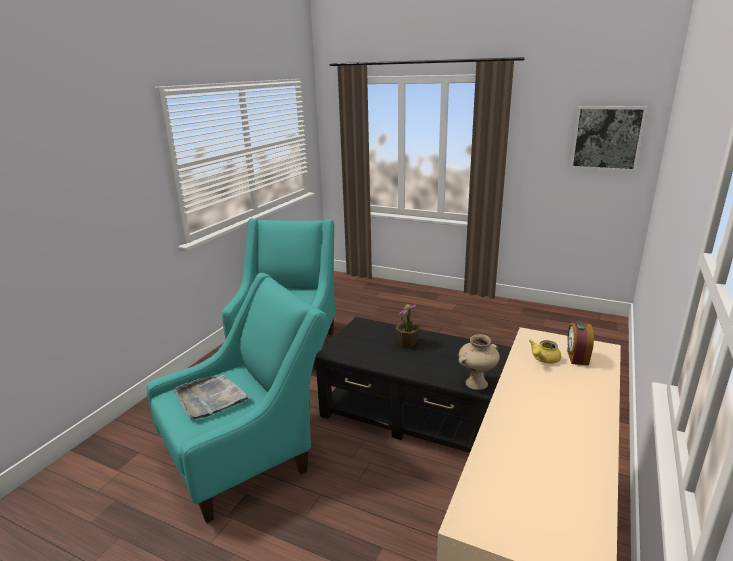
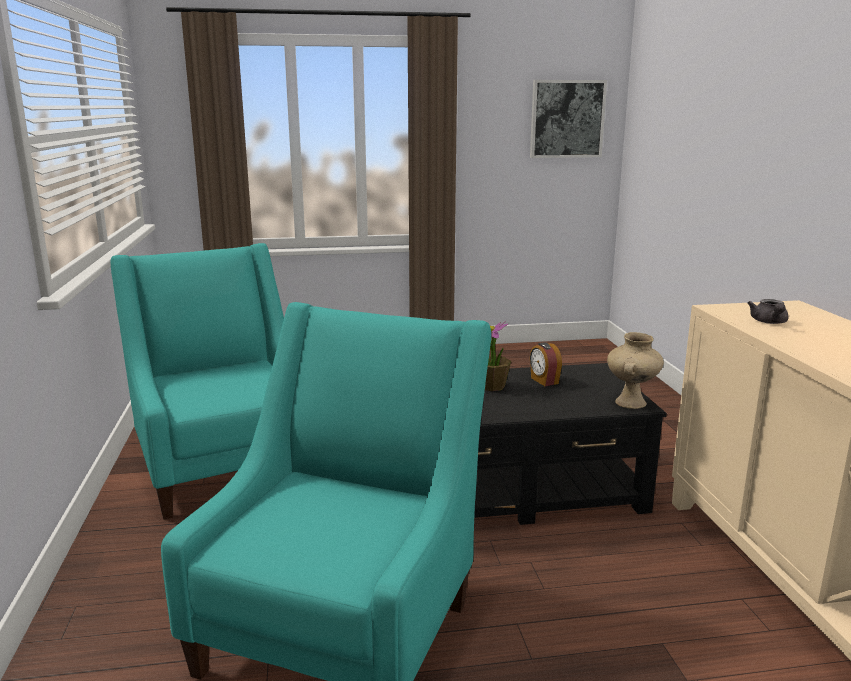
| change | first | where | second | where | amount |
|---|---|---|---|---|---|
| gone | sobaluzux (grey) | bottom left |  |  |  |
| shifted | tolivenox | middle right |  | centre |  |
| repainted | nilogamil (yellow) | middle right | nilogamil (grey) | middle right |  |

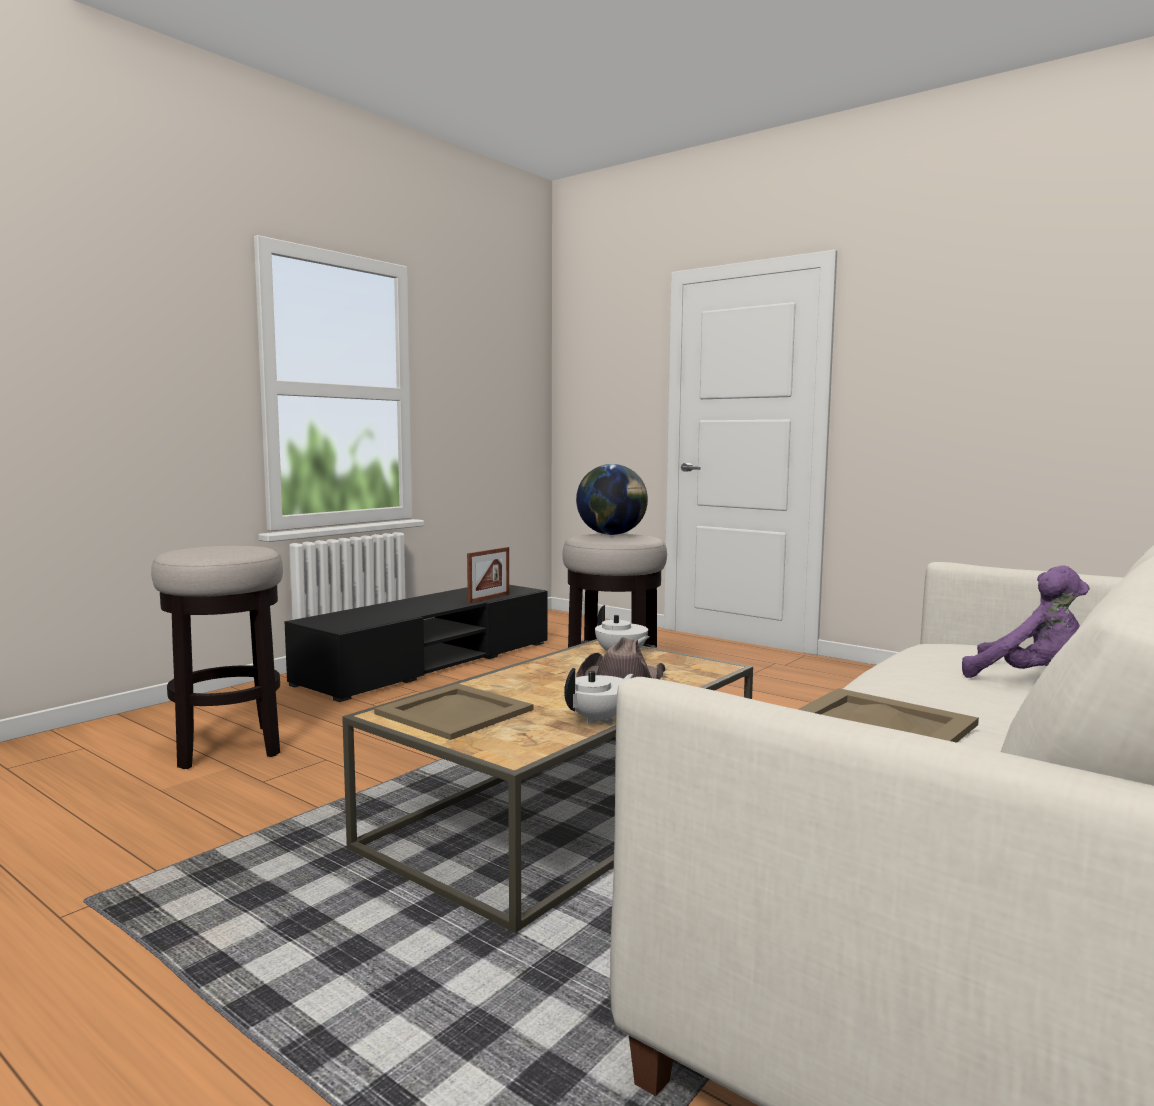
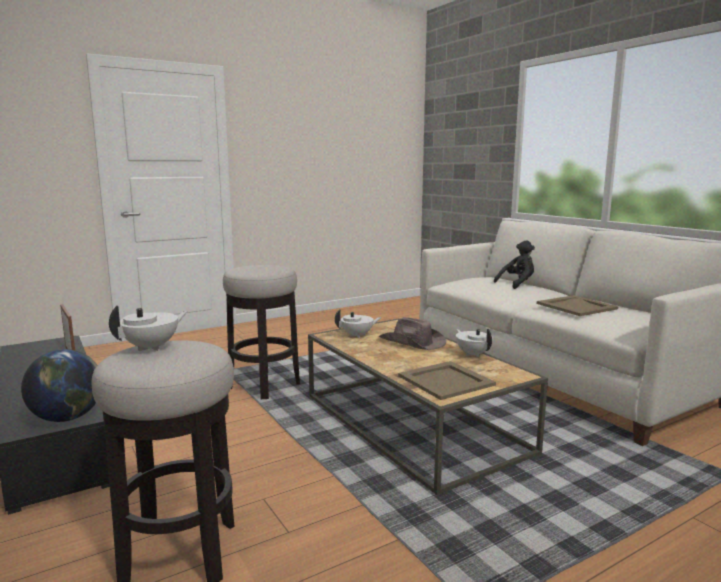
| change | first | where | second | where | amount |
|---|---|---|---|---|---|
| new |  |  | nilogamil (white) (no. 1 from left) | middle left |  |
| shifted | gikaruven | centre |  | middle left |  |
| repainted | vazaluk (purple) | middle right | vazaluk (black) | middle right |  |

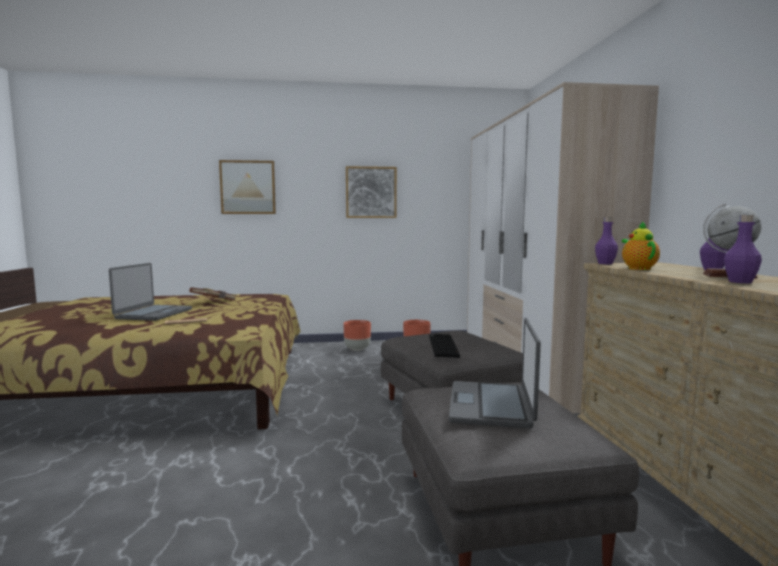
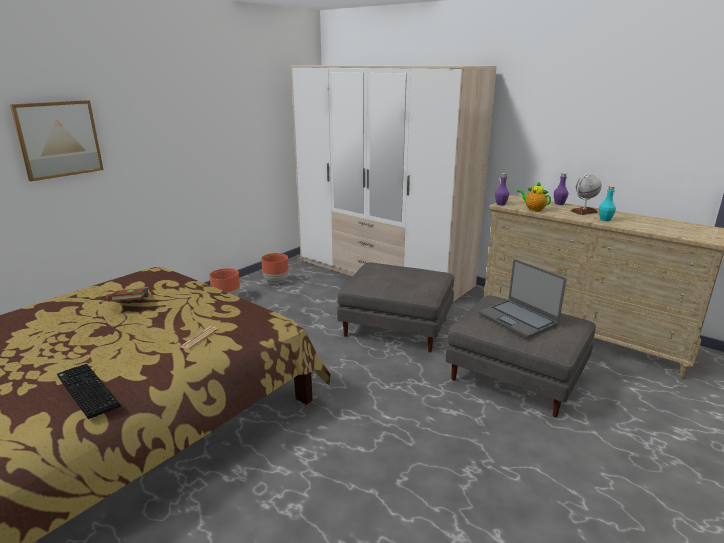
| change | first | where | second | where | amount |
|---|---|---|---|---|---|
| gone | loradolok (no. 1 from left) | middle left |  |  |  |
| gone | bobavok (no. 2 from left) | centre |  |  |  |
| shifted | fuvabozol | centre |  | bottom left |  |
| repainted | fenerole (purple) (no. 3 from left) | middle right | fenerole (turquoise) | middle right |  |

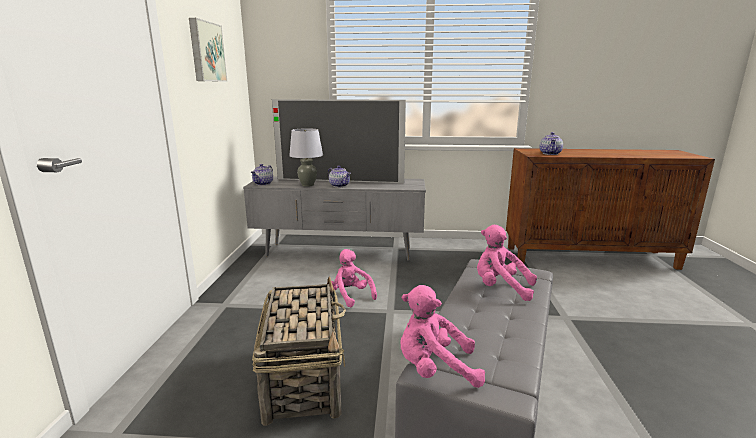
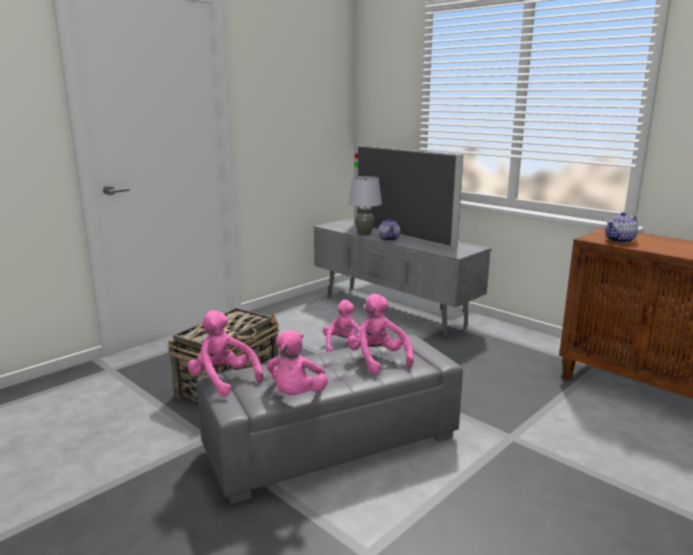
| change | first | where | second | where | amount |
|---|---|---|---|---|---|
| gone | bobavok | top left |  |  |  |
| gone | nilogamil (no. 1 from left) | centre |  |  |  |
| new |  |  | vazaluk (pink) (no. 2 from left) | centre |  |

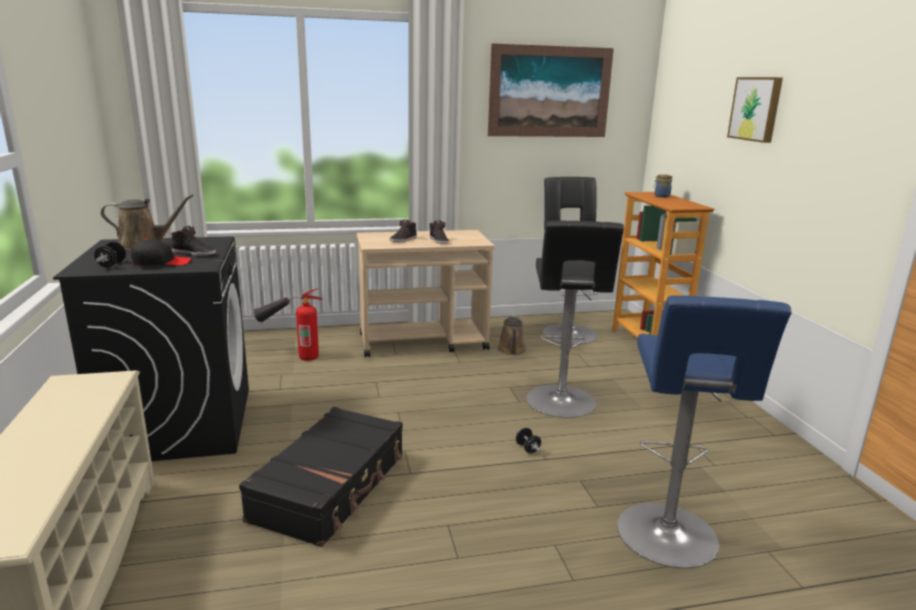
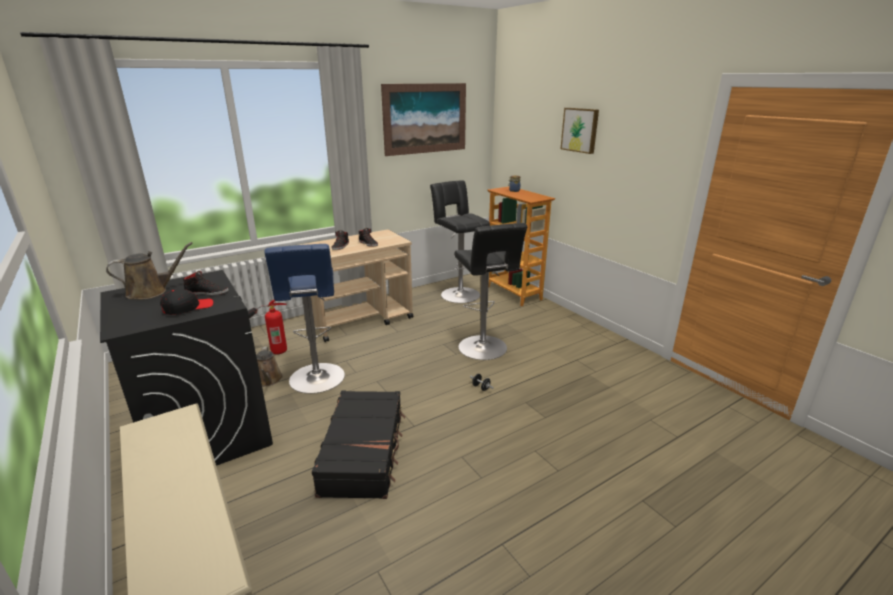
| change | first | where | second | where | amount |
|---|---|---|---|---|---|
| gone | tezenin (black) (no. 1 from left) | middle left |  |  |  |
| shifted | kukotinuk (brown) (no. 2 from left) | centre |  | middle left |  |
| shifted | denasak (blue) | bottom right |  | centre |  |

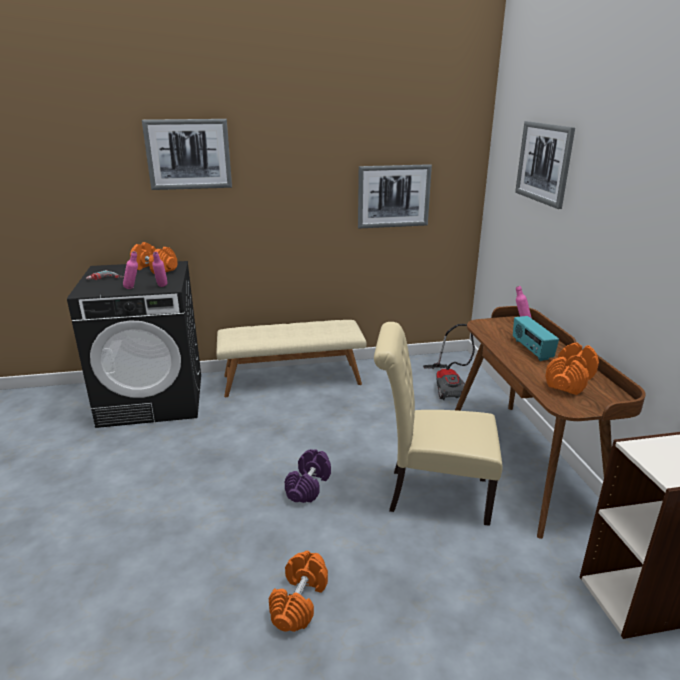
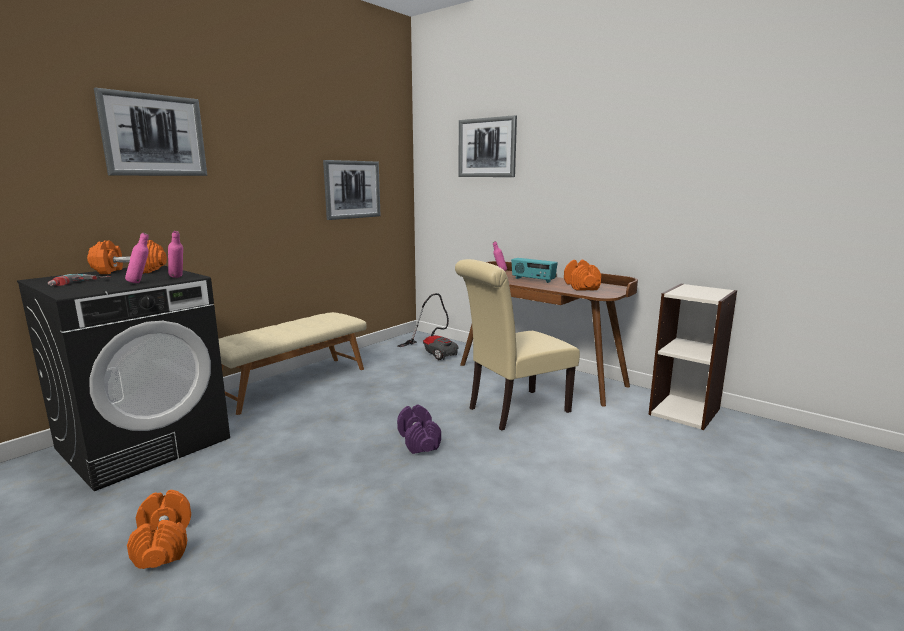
| change | first | where | second | where | amount |
|---|---|---|---|---|---|
| shifted | tezenin (orange) (no. 2 from left) | bottom centre |  | bottom left |  |

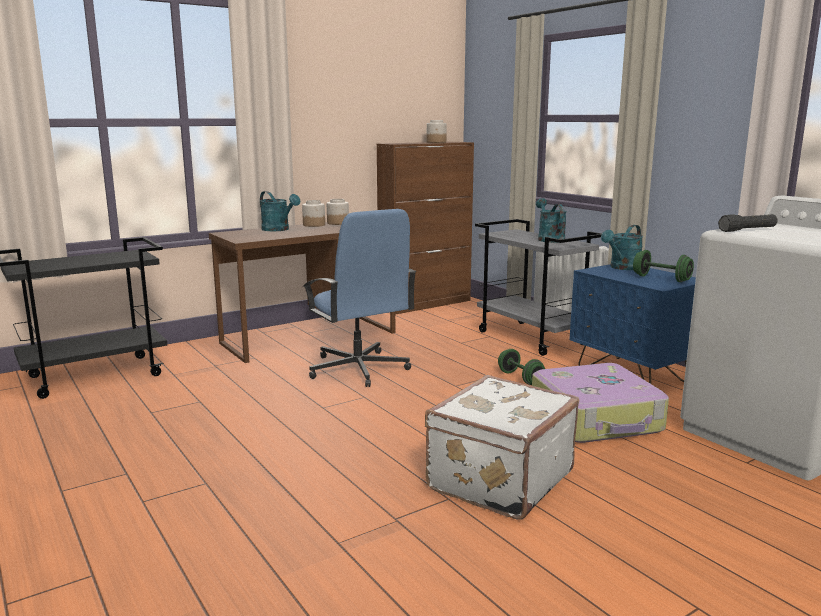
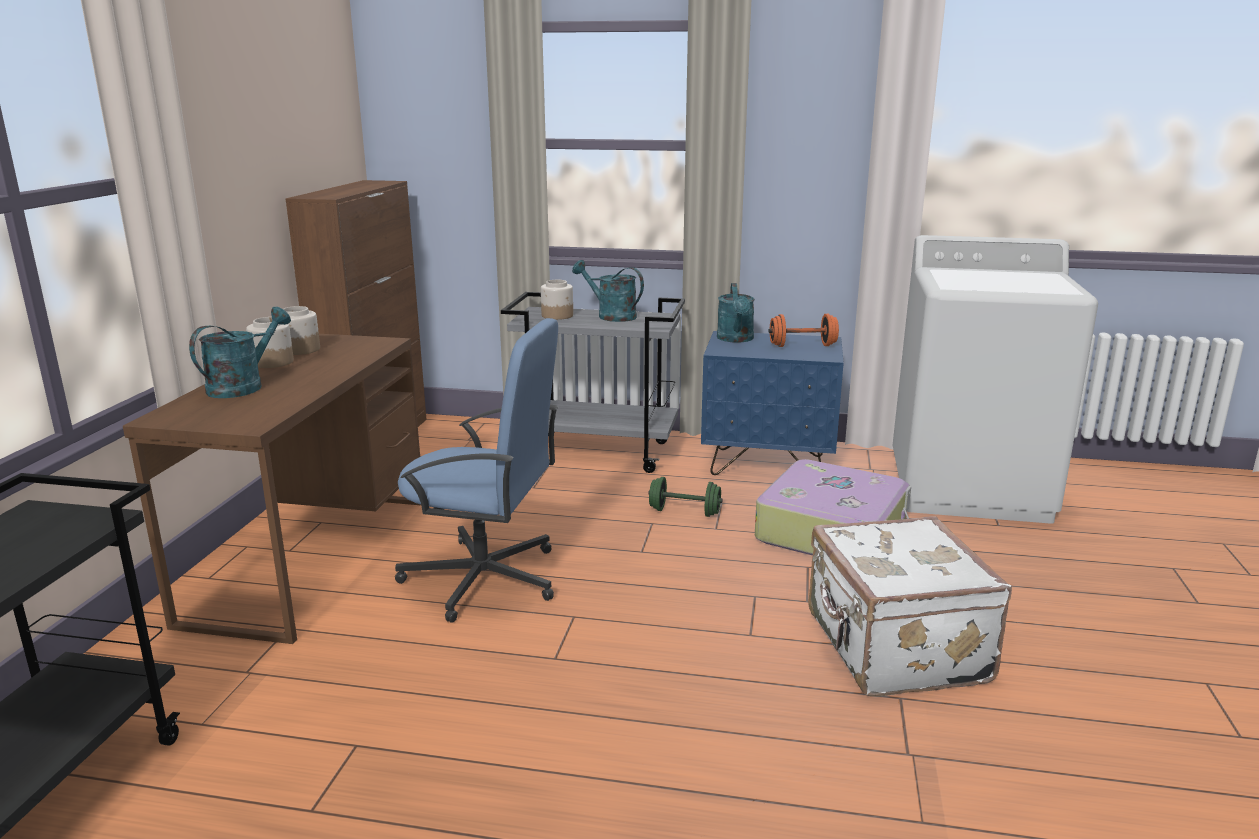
| change | first | where | second | where | amount |
|---|---|---|---|---|---|
| gone | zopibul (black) | middle right |  |  |  |
| shifted | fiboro (no. 3 from left) | top centre |  | centre |  |
| repainted | tezenin (green) (no. 2 from left) | middle right | tezenin (orange) | centre |  |
| rotated | kukotinuk (turquoise) (no. 1 from left) | centre |  | middle left | 60 degrees counterclockwise |

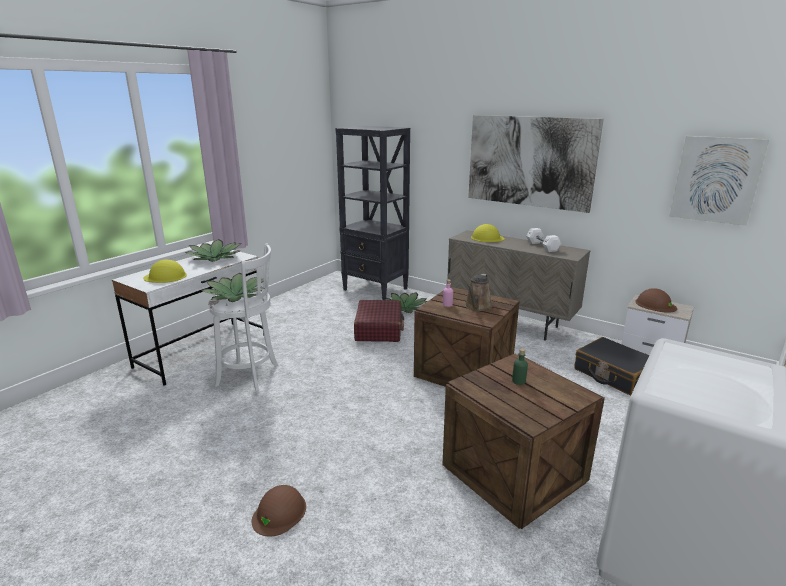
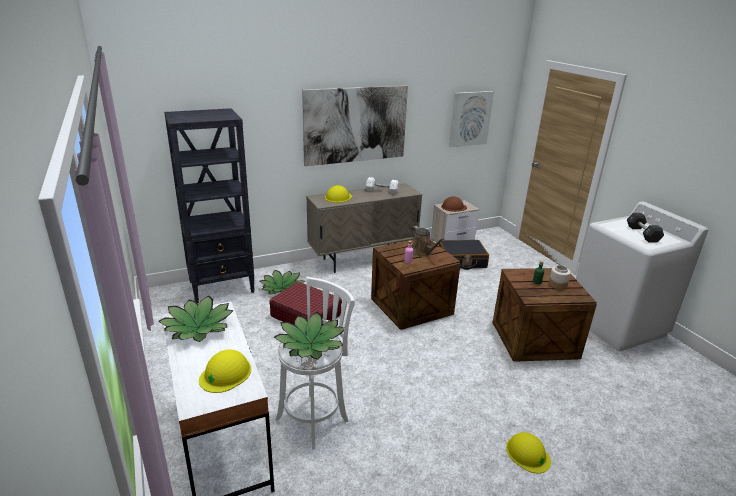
| change | first | where | second | where | amount |
|---|---|---|---|---|---|
| new |  |  | fiboro | middle right |  |
| new |  |  | tezenin (black) | middle right |  |
| repainted | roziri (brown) (no. 1 from left) | bottom centre | roziri (yellow) (no. 3 from left) | bottom right |  |

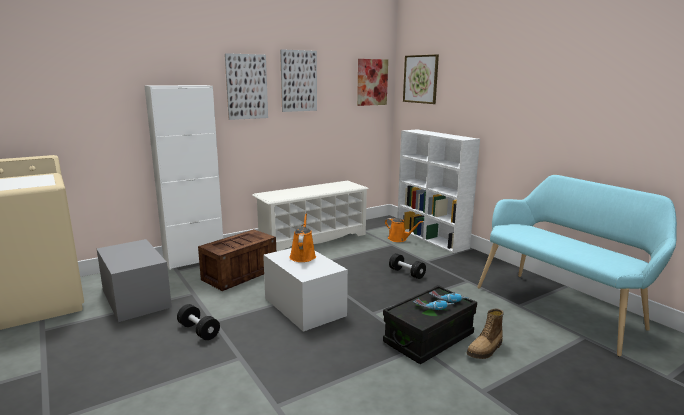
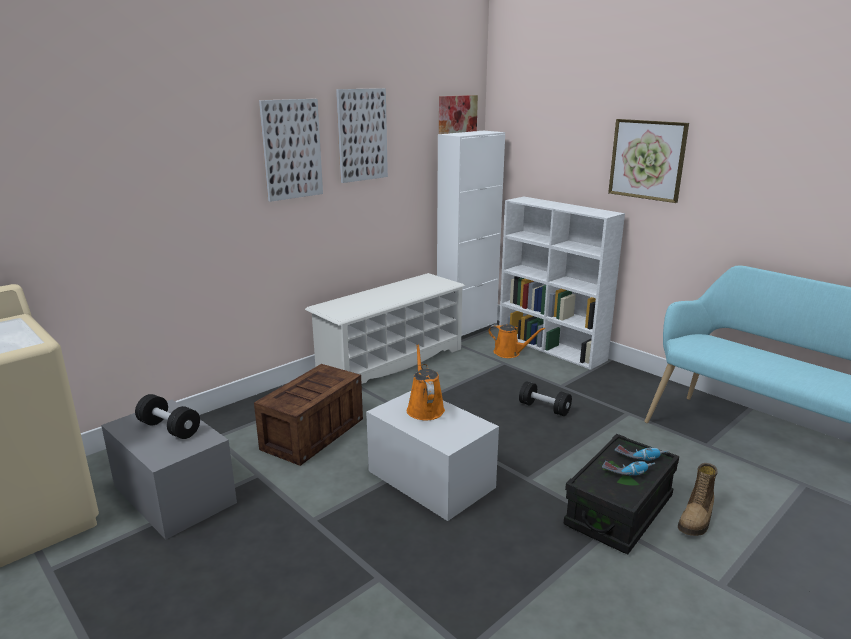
| change | first | where | second | where | amount |
|---|---|---|---|---|---|
| shifted | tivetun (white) | middle left |  | centre |  |
| shifted | tezenin (black) (no. 1 from left) | bottom left |  | middle left |  |
| shifted | bobavok (no. 4 from left) | top centre |  | top right |  |

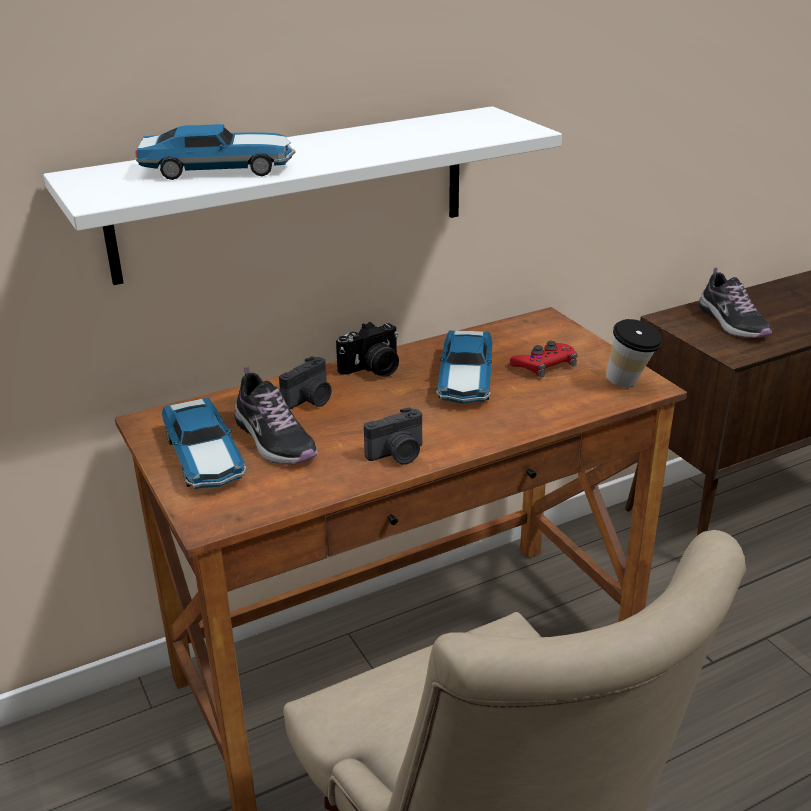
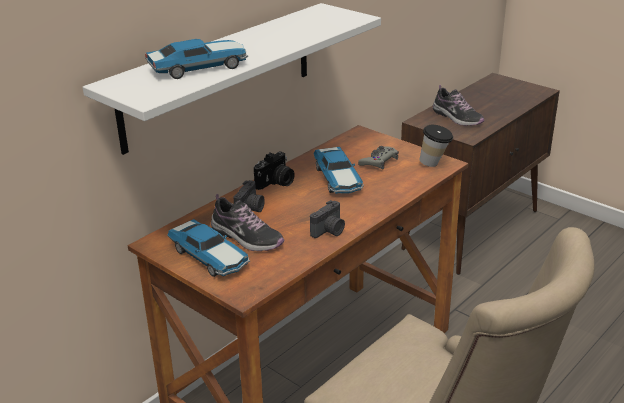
| change | first | where | second | where | amount |
|---|---|---|---|---|---|
| repainted | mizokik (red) | middle right | mizokik (grey) | centre |  |

